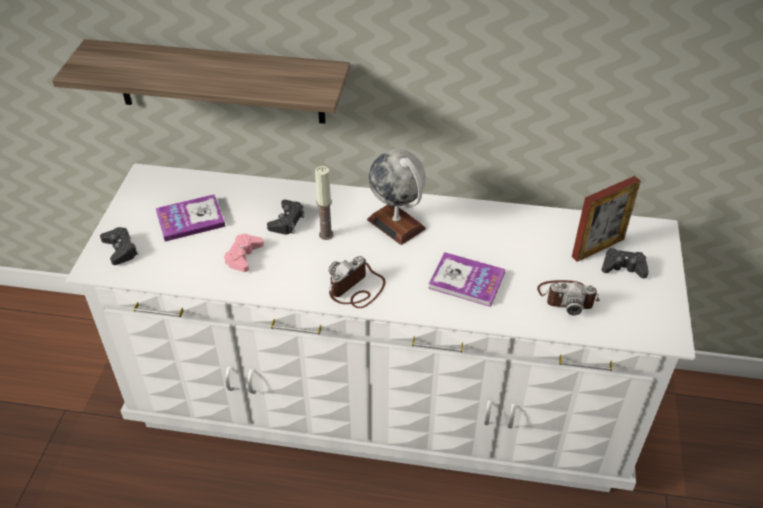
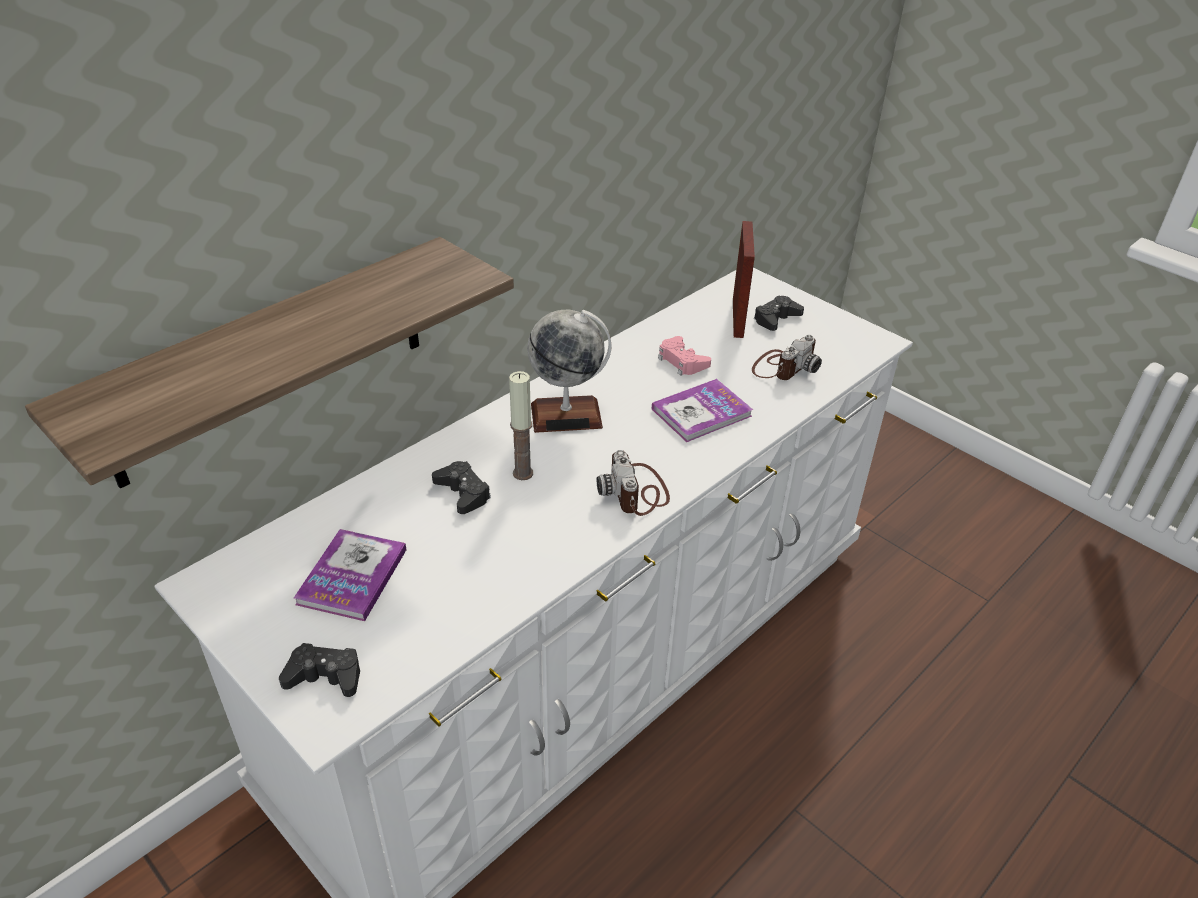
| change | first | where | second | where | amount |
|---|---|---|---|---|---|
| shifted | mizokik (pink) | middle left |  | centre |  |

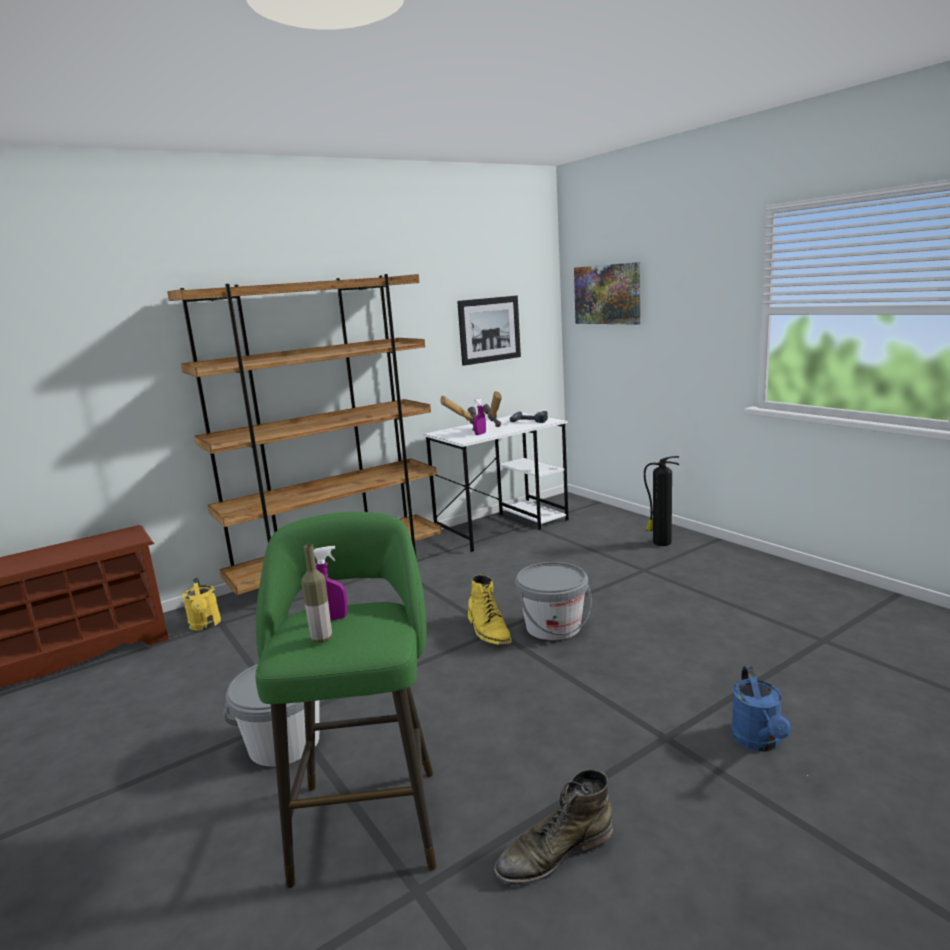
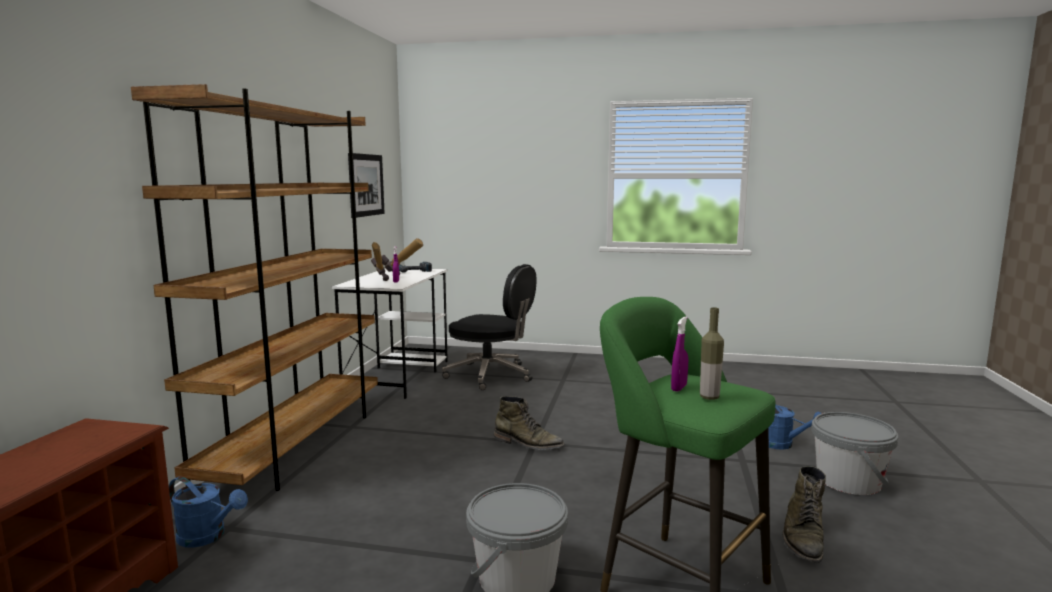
| change | first | where | second | where | amount |
|---|---|---|---|---|---|
| gone | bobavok (no. 2 from left) | top centre |  |  |  |
| gone | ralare | middle right |  |  |  |
| new |  |  | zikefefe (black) | centre |  |
| shifted | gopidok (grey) (no. 2 from left) | centre |  | bottom right |  |
| repainted | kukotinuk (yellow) | middle left | kukotinuk (blue) (no. 1 from left) | bottom left |  |
| repainted | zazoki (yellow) | centre | zazoki (green) (no. 1 from left) | bottom centre |  |

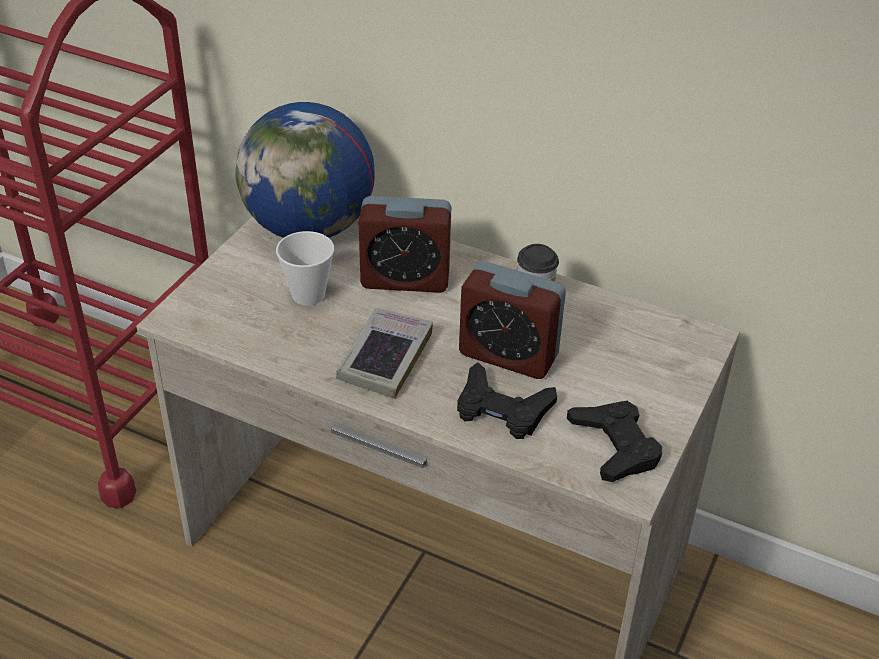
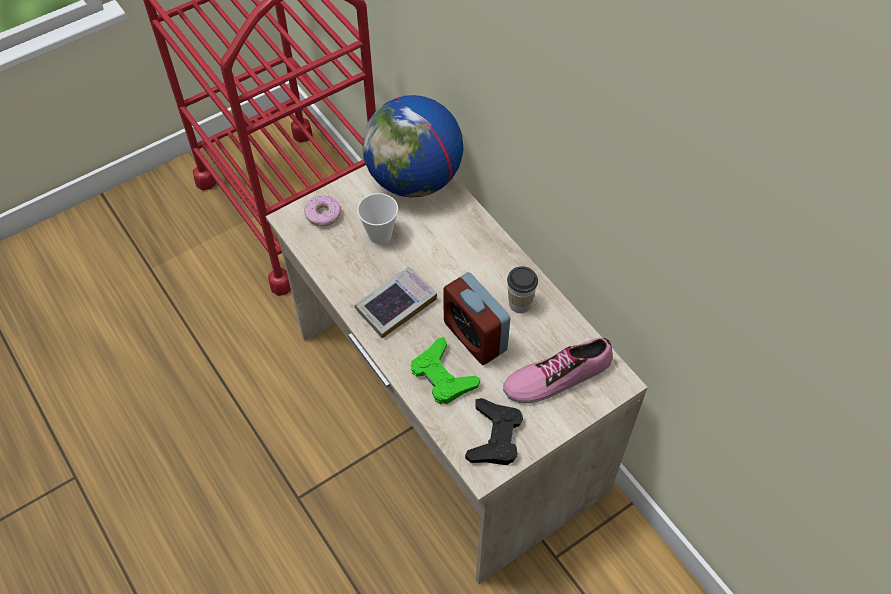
| change | first | where | second | where | amount |
|---|---|---|---|---|---|
| gone | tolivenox (no. 1 from left) | centre |  |  |  |
| new |  |  | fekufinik | centre |  |
| new |  |  | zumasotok | centre |  |
| repainted | mizokik (black) (no. 1 from left) | centre | mizokik (green) | centre |  |

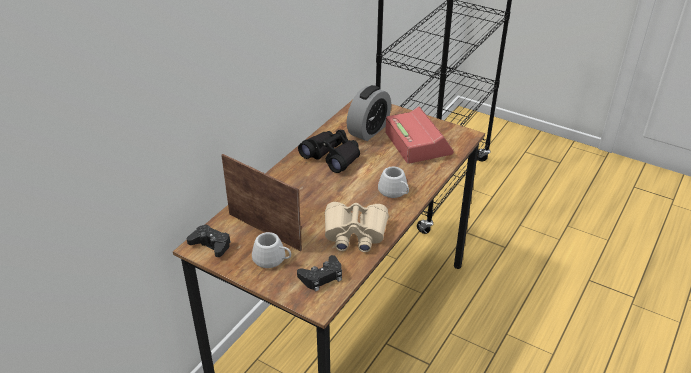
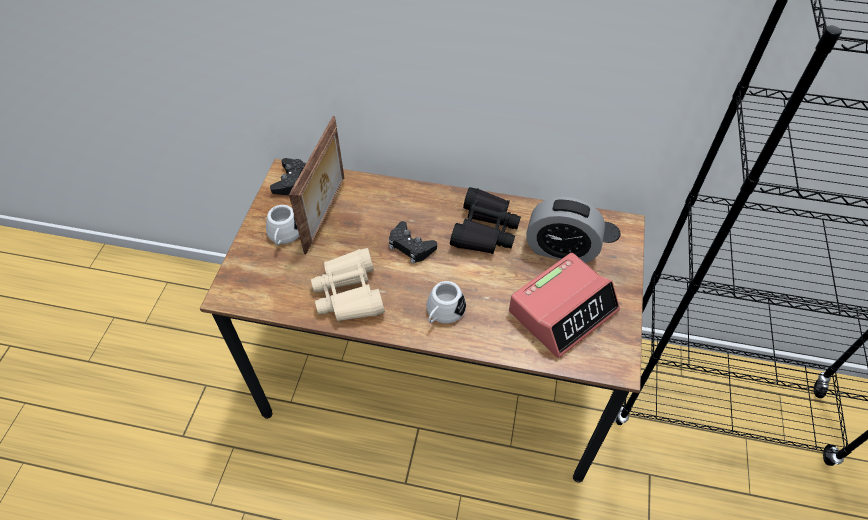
| change | first | where | second | where | amount |
|---|---|---|---|---|---|
| shifted | mizokik (black) (no. 2 from left) | bottom centre |  | centre |  |

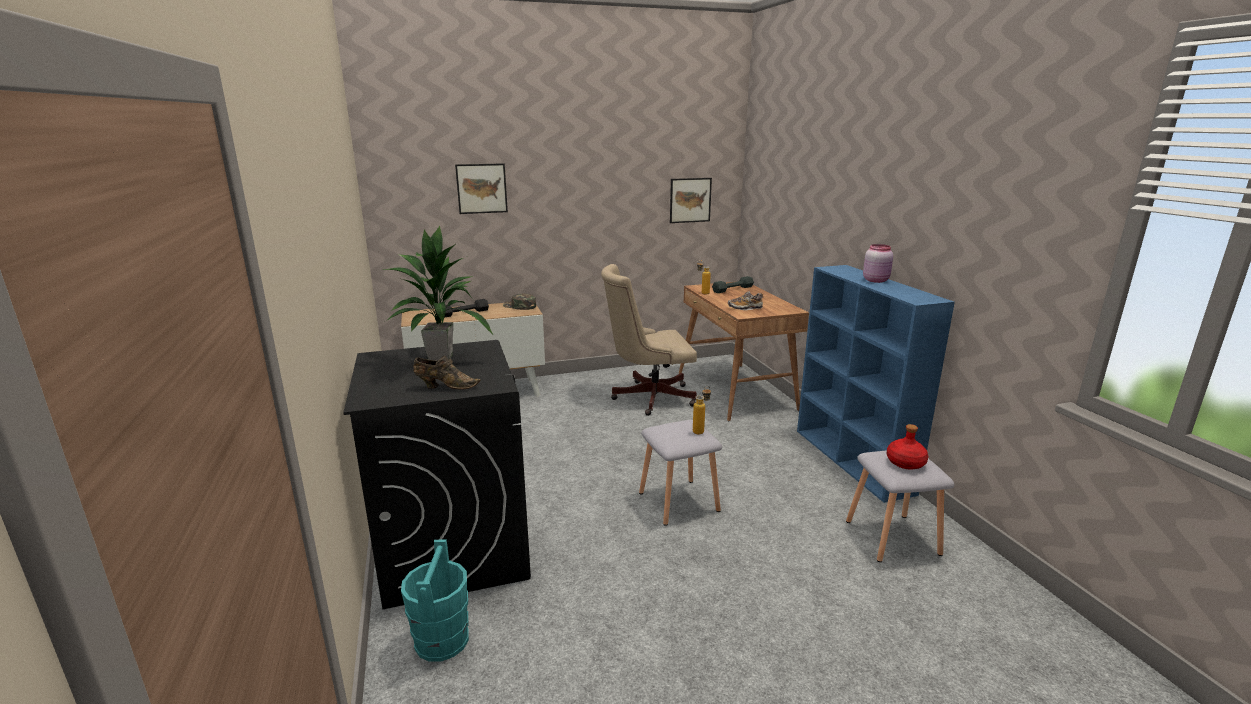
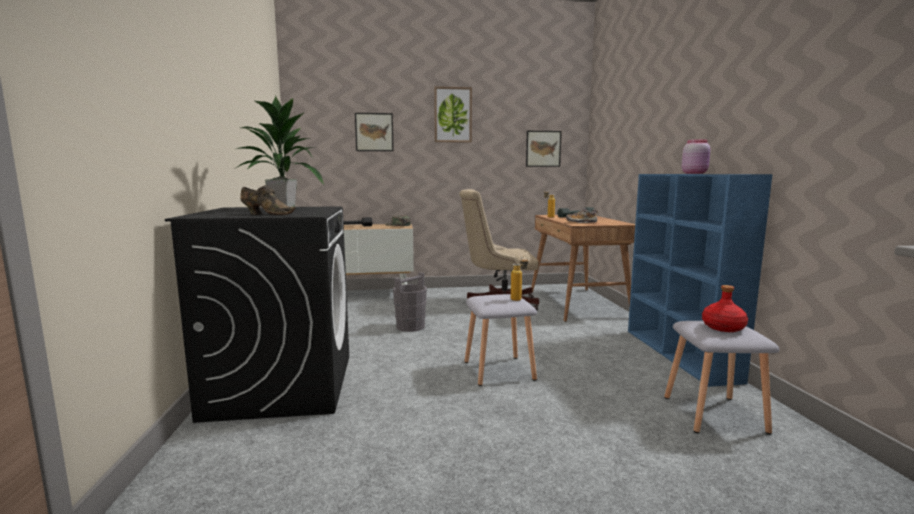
| change | first | where | second | where | amount |
|---|---|---|---|---|---|
| gone | gopidok (turquoise) | bottom centre |  |  |  |
| new |  |  | gopidok (grey) | centre |  |
| new |  |  | bobavok (no. 2 from left) | top centre |  |

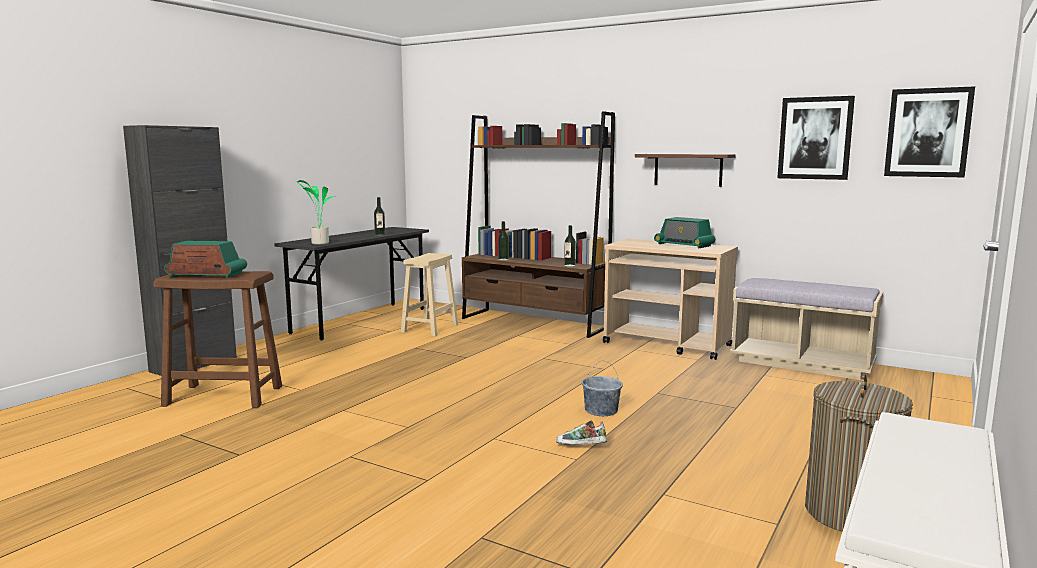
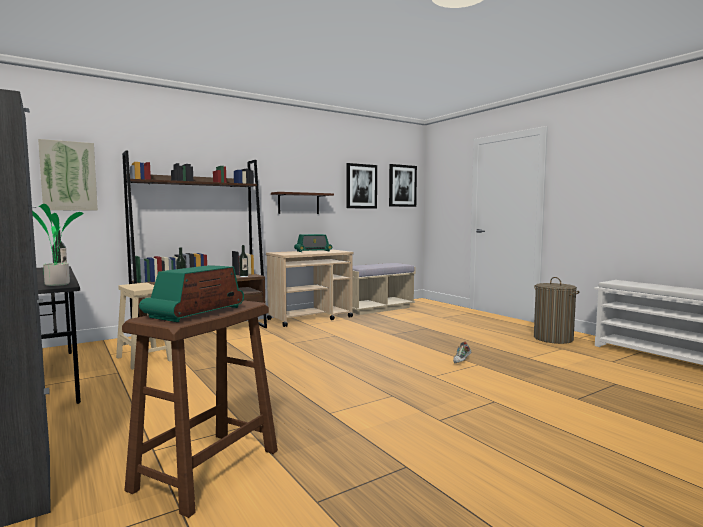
| change | first | where | second | where | amount |
|---|---|---|---|---|---|
| gone | gopidok (grey) | bottom centre |  |  |  |
| new |  |  | bobavok (no. 1 from left) | top left |  |

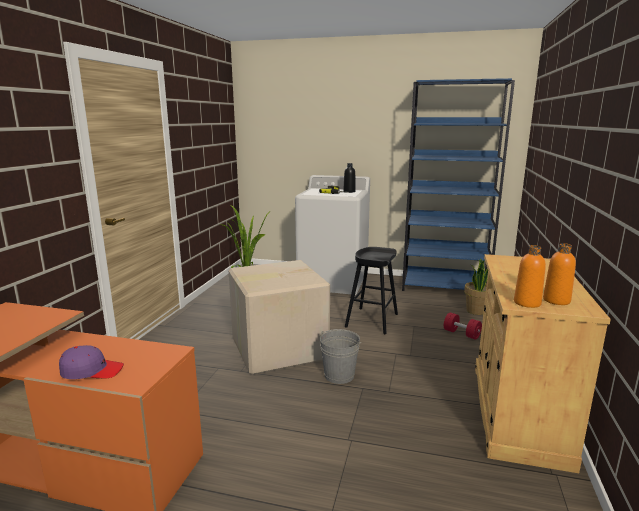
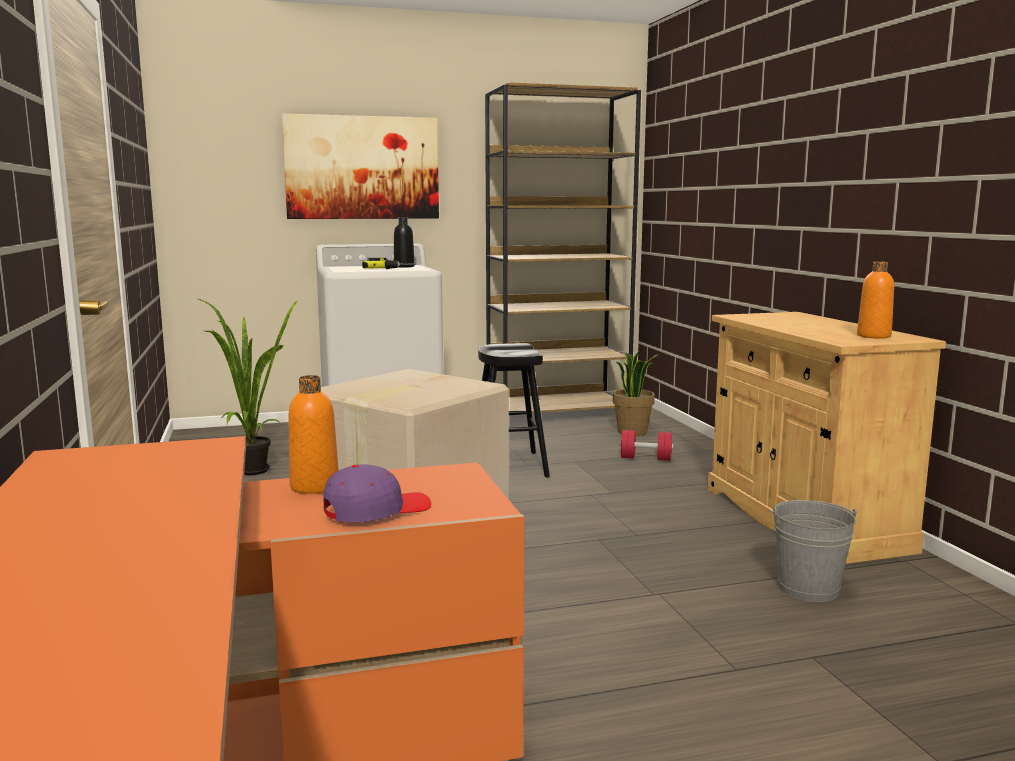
| change | first | where | second | where | amount |
|---|---|---|---|---|---|
| new |  |  | bobavok | top centre |  |
| shifted | gopidok (grey) | bottom centre |  | bottom right |  |
| shifted | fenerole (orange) (no. 1 from left) | middle right |  | middle left |  |
| repainted | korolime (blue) | middle right | korolime (brown) | top centre |  |

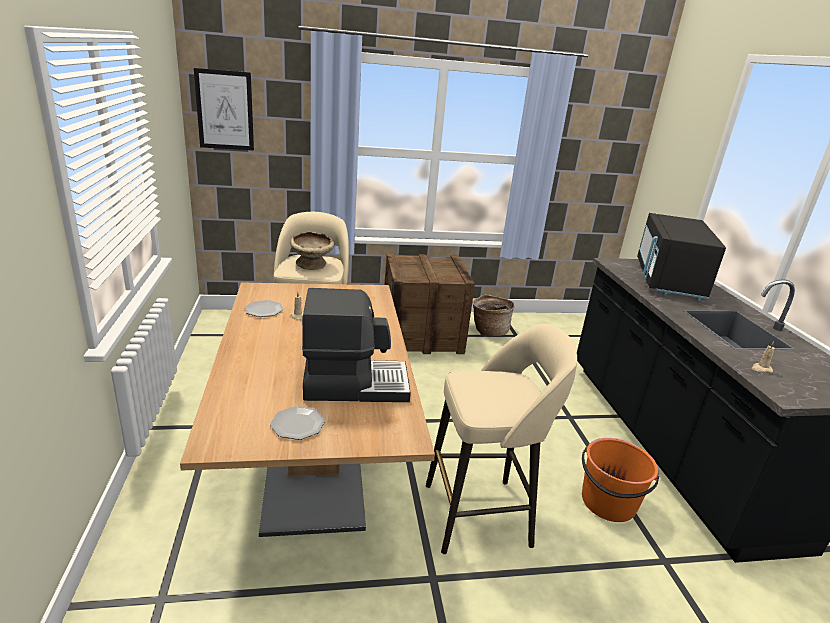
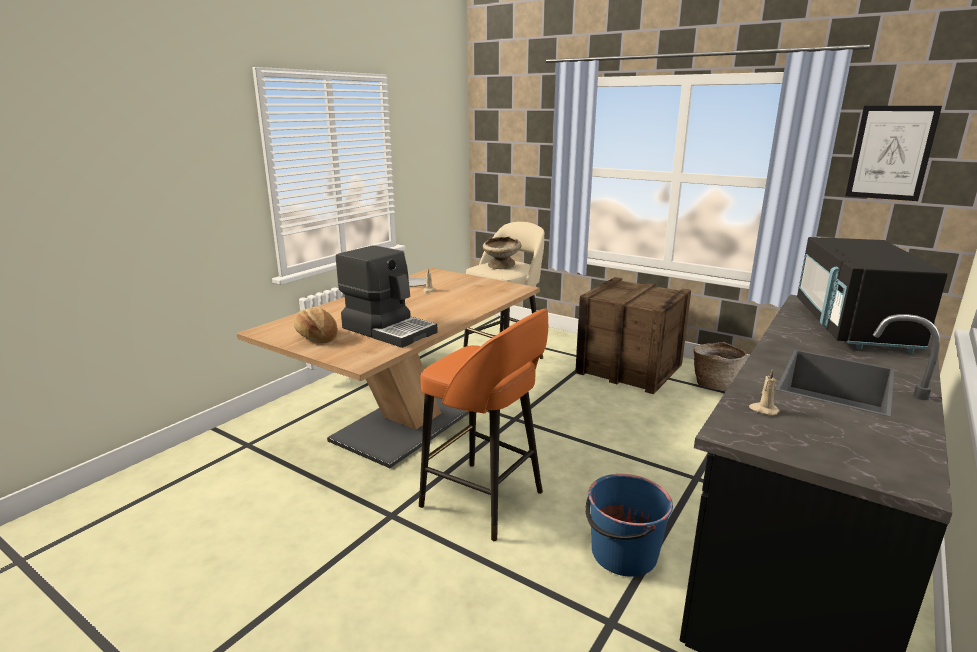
| change | first | where | second | where | amount |
|---|---|---|---|---|---|
| shifted | bobavok | top left |  | top right |  |
| swapped | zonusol (no. 2 from left) | bottom centre | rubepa | middle left |  |
| repainted | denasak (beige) (no. 2 from left) | bottom centre | denasak (orange) | centre |  |
| repainted | gopidok (orange) | bottom right | gopidok (blue) | bottom centre |  |
| rotated | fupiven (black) | middle right |  | middle right | 45 degrees counterclockwise |

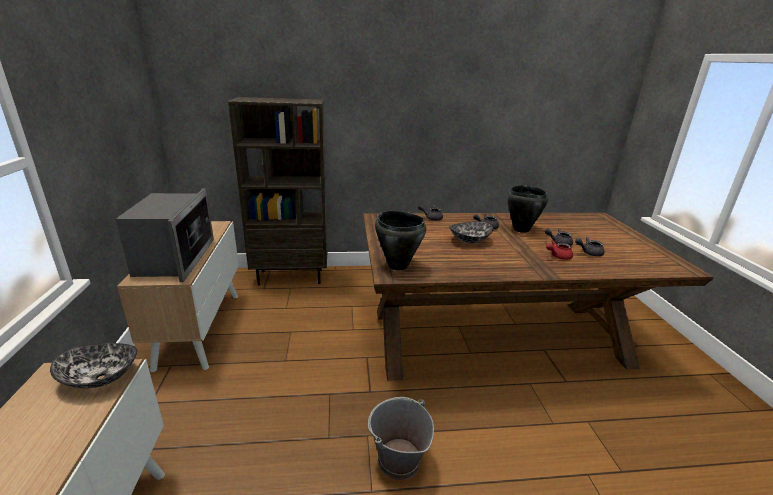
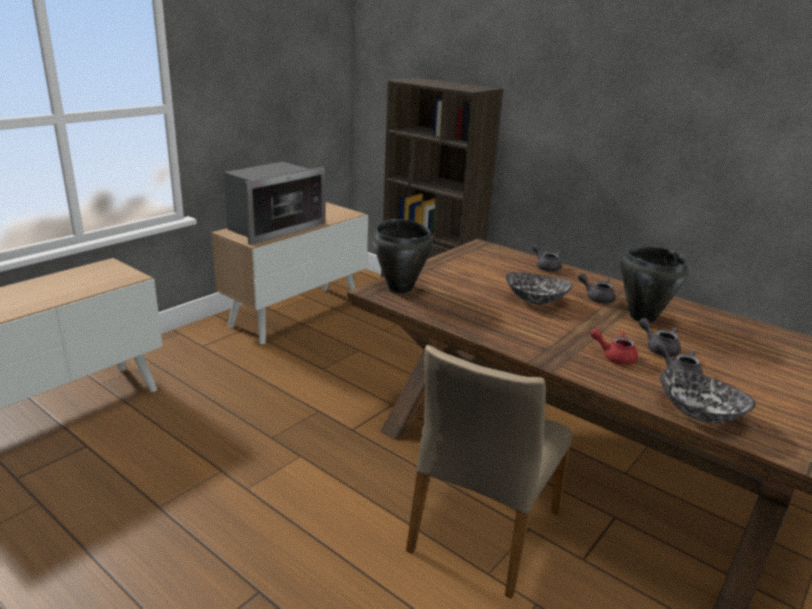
| change | first | where | second | where | amount |
|---|---|---|---|---|---|
| gone | gopidok (grey) | bottom centre |  |  |  |
| new |  |  | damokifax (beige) | bottom centre |  |
| shifted | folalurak (no. 1 from left in the first image) | bottom left | folalurak (no. 2 from left) | middle right |  |

